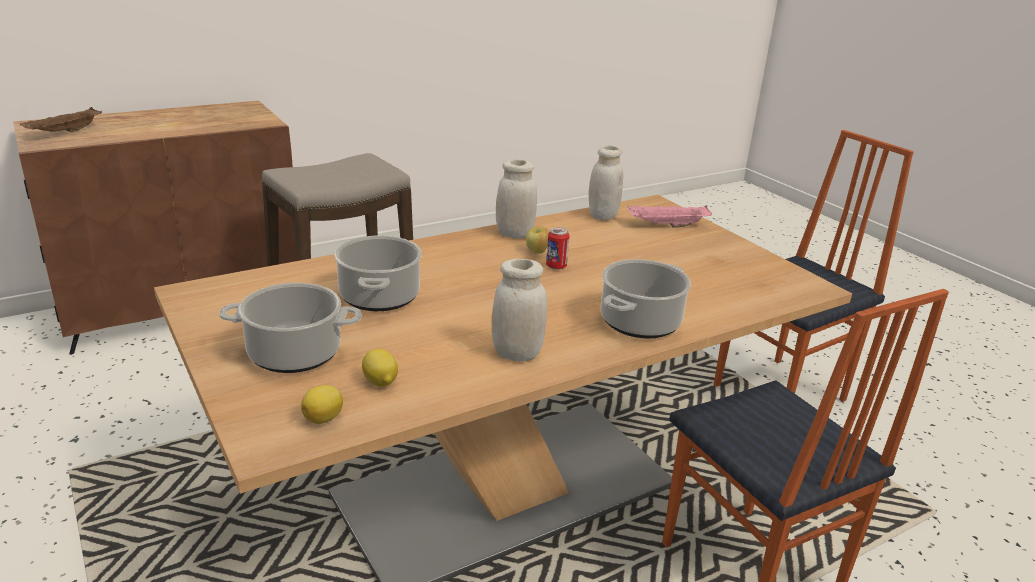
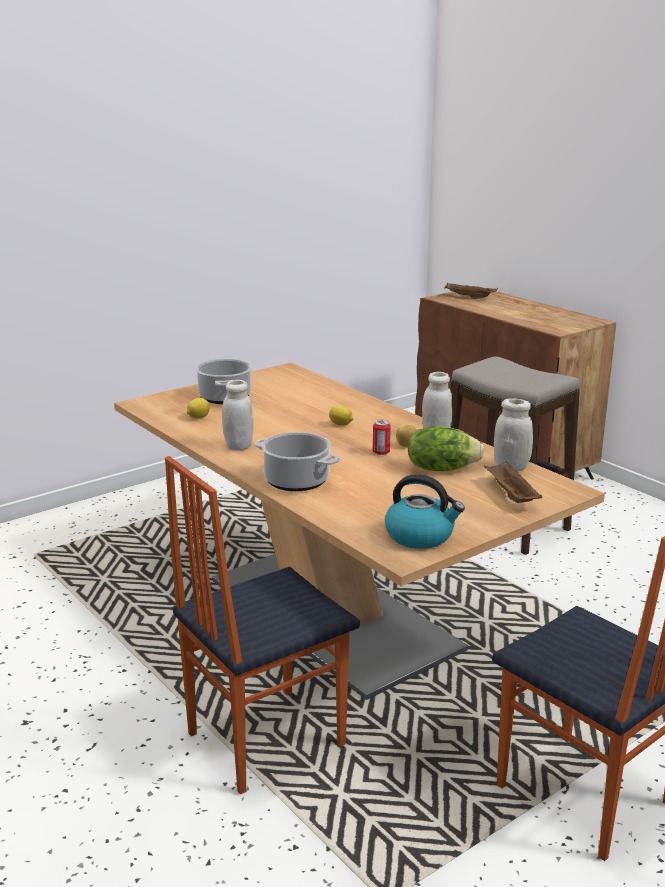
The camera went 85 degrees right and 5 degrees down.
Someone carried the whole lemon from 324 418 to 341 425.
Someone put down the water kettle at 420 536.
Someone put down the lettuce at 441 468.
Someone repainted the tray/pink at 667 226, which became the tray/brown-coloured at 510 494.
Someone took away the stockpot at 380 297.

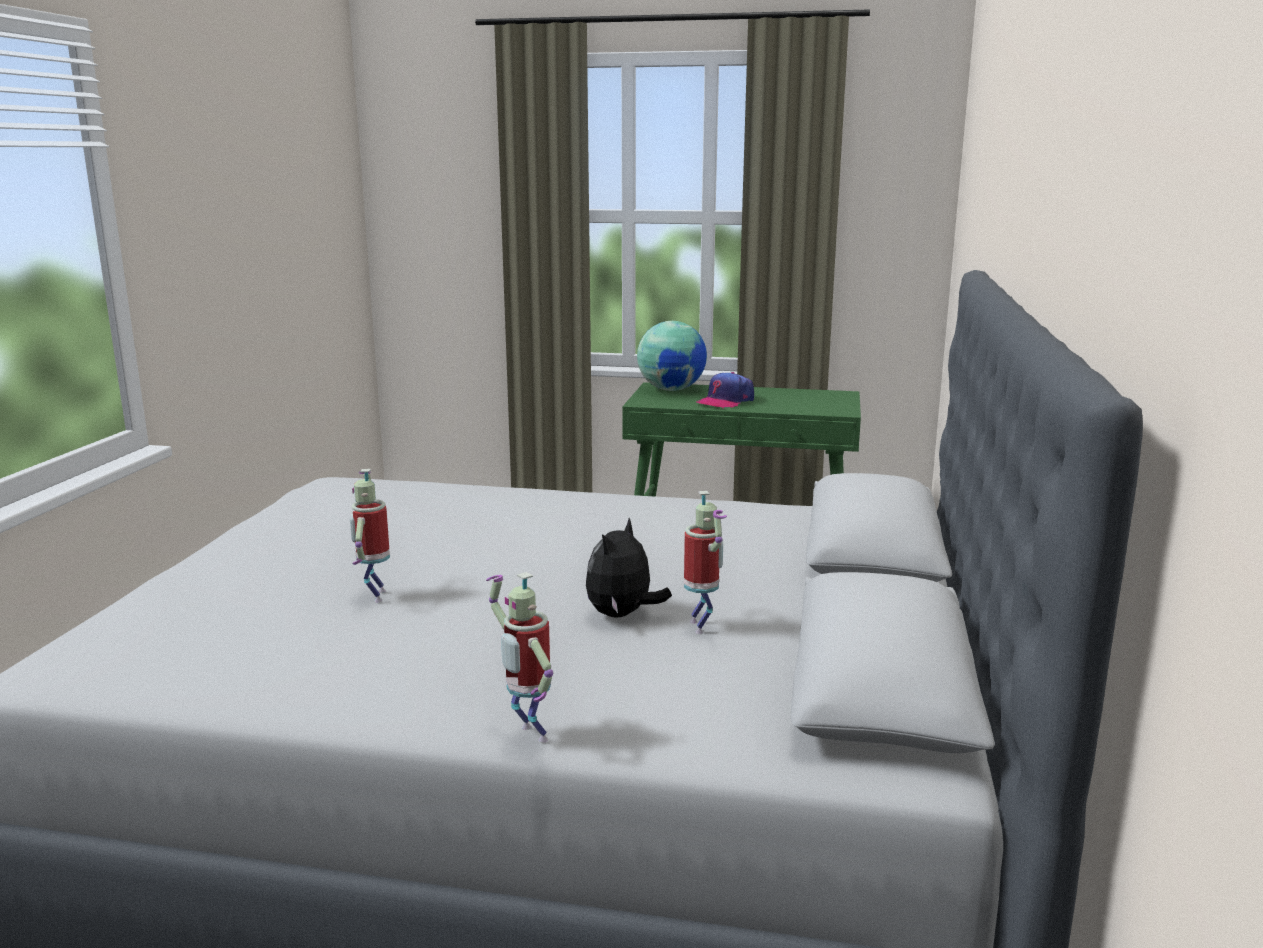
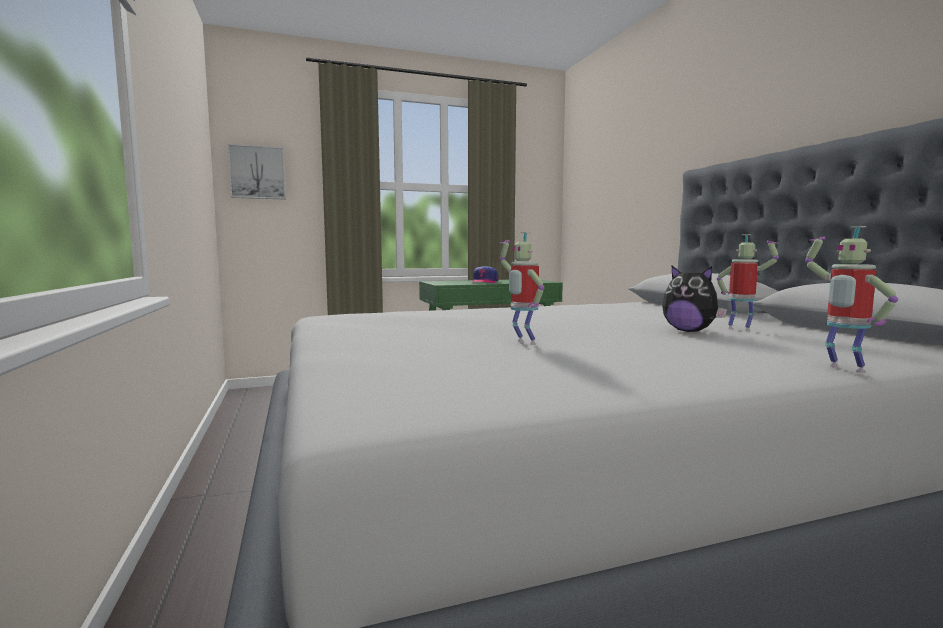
The camera went 30 degrees left and 10 degrees down.
Someone put up the wall picture at 257 172.
Someone rotated the plush toy at 622 615 by 45 degrees counterclockwise.
Someone rotated the model robot at 528 735 by 45 degrees clockwise.
Someone took away the world globe at 671 389.

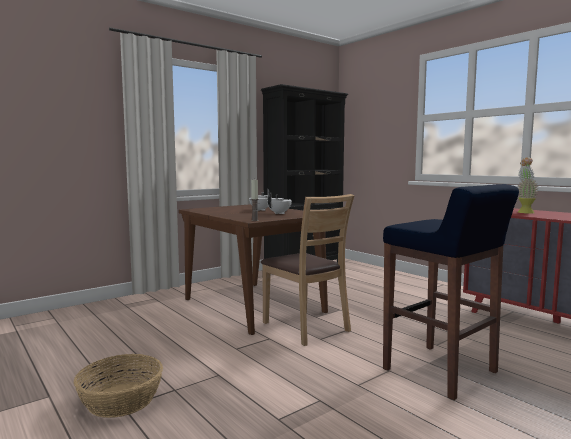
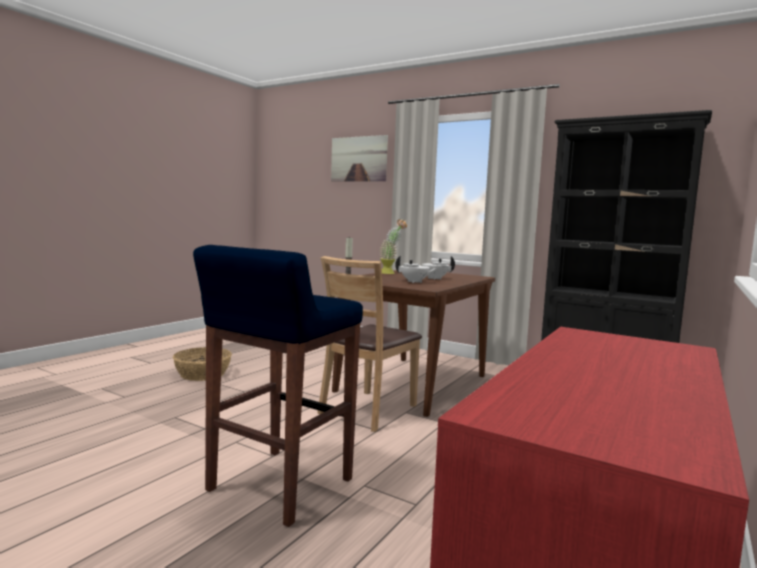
The camera went 70 degrees right and 0 degrees up.
Someone put up the wall picture at 359 159.
Someone carried the plant in a pot from 524 212 to 391 273.

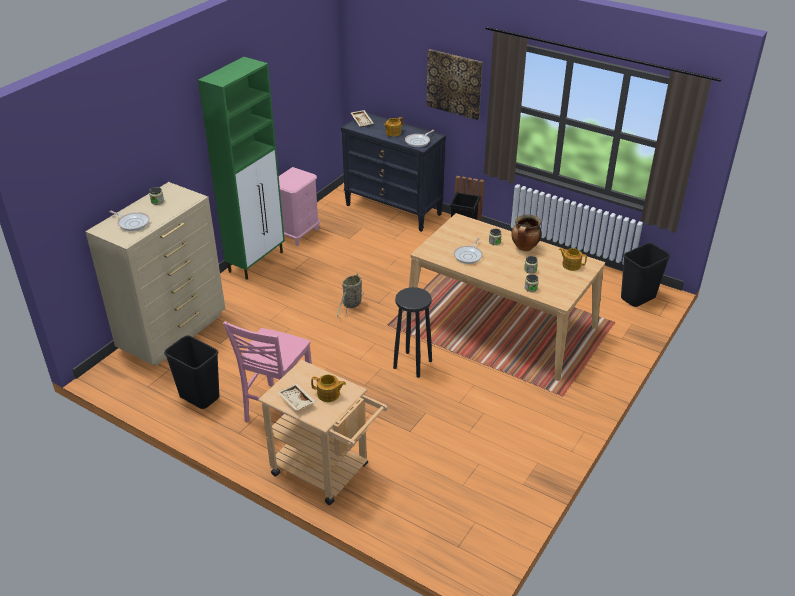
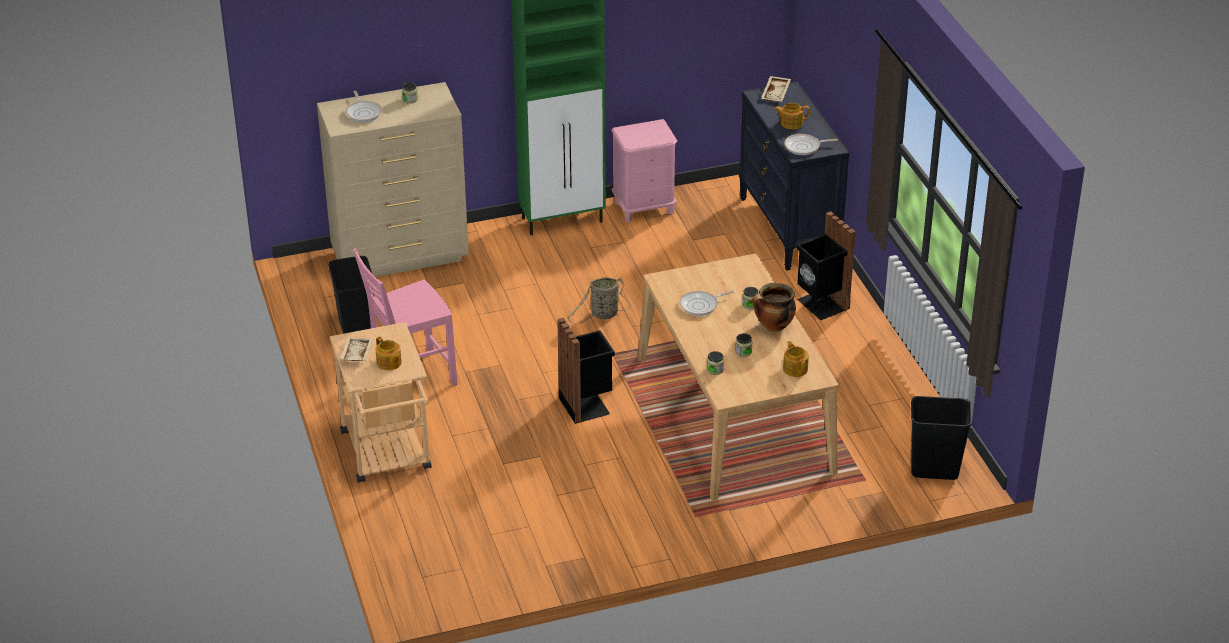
The camera went 40 degrees right and 0 degrees up.
Someone swapped the sitting stool/black at 412 364 for the waste bin/black at 586 405.
Someone took away the wall picture at 454 84.

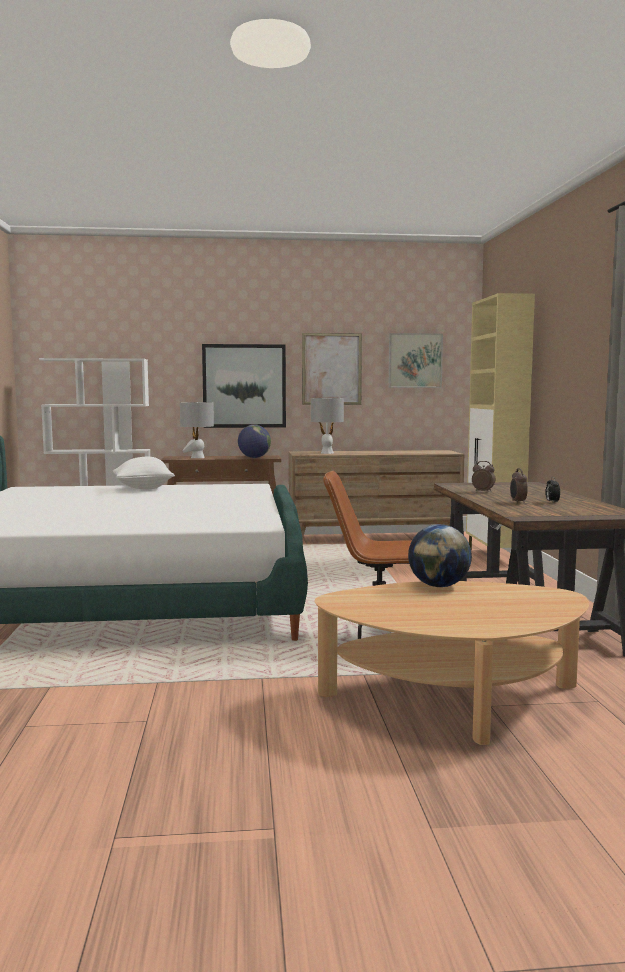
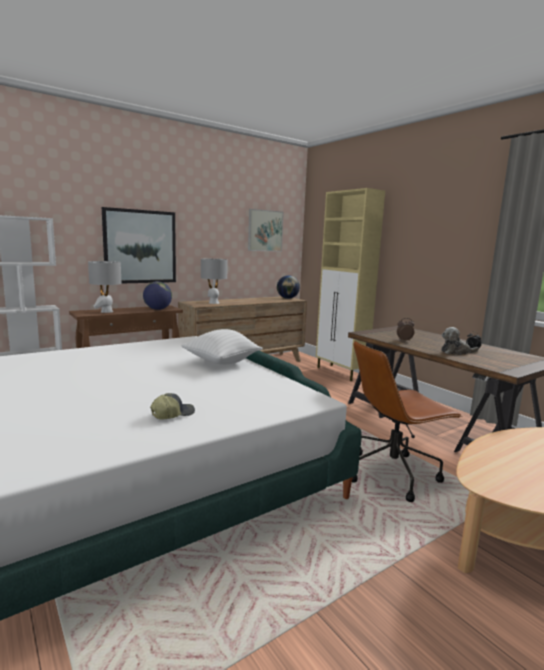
The camera went 30 degrees left and 5 degrees up.
Someone put down the cap at 172 414.
Someone carried the pillow/white-coloured from 143 489 to 221 363.
Someone carried the world globe from 439 586 to 287 298.
Someone swapped the alarm clock at 517 502 for the plush toy at 456 352.
Someone took away the wall picture at 331 369.

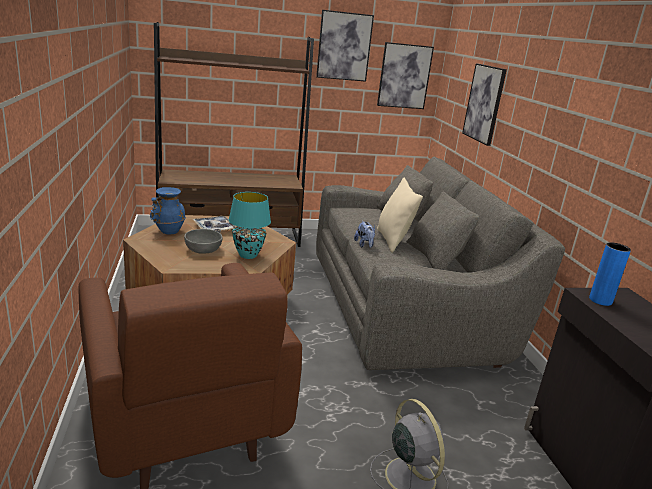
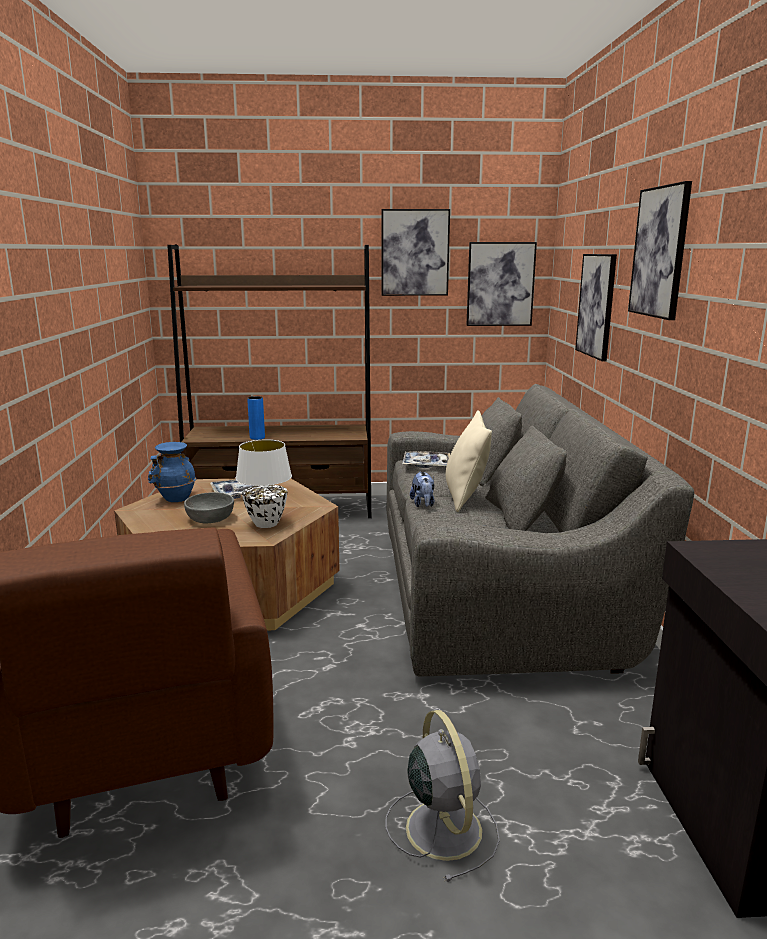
The camera went 10 degrees right and 5 degrees down.
Someone repainted the table lamp/turquoise at 247 255, which became the table lamp/white-coloured at 265 524.
Someone carried the vase/bluish from 600 300 to 257 438.
Someone put down the tray at 426 464.
Someone put up the wall picture at 660 252.

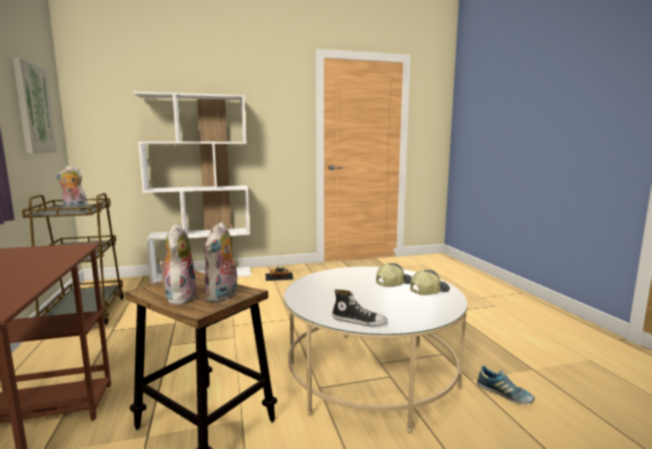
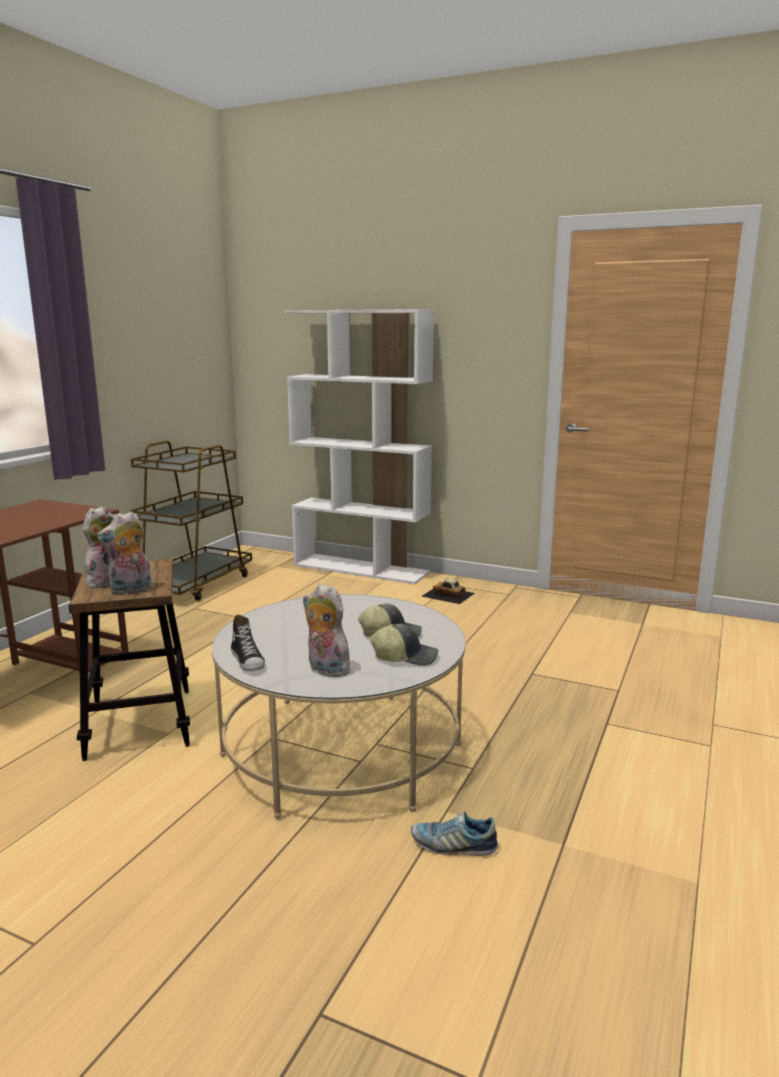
The camera went 40 degrees right and 5 degrees up.
Someone carried the plush toy from 74 209 to 325 670.
Someone rotated the low shoe at 504 394 by 105 degrees clockwise.
Someone took away the wall picture at 33 109.

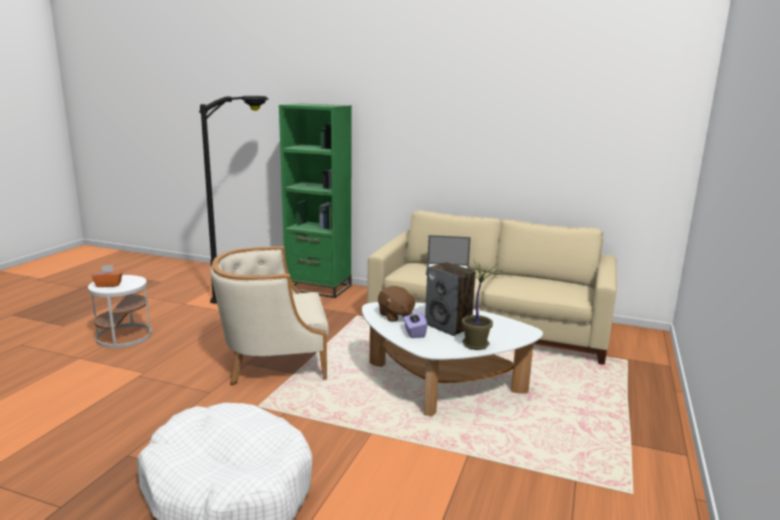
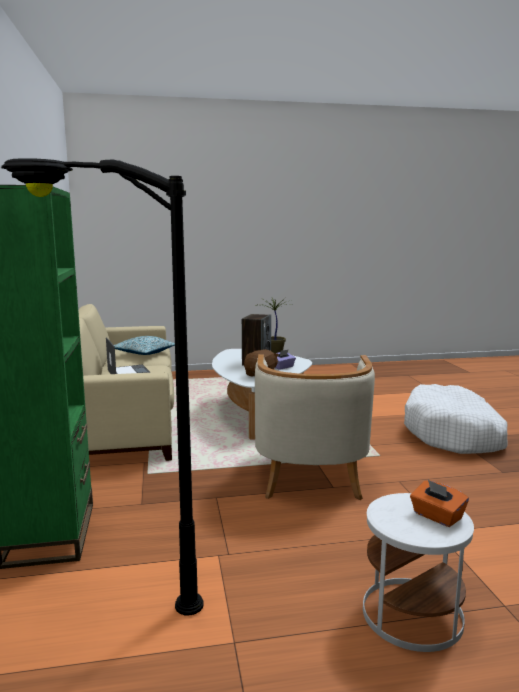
The camera went 120 degrees left and 5 degrees down.
Someone put down the pillow at 144 353.
Someone rotated the easy chair/beige-coloured at 274 362 by 45 degrees clockwise.

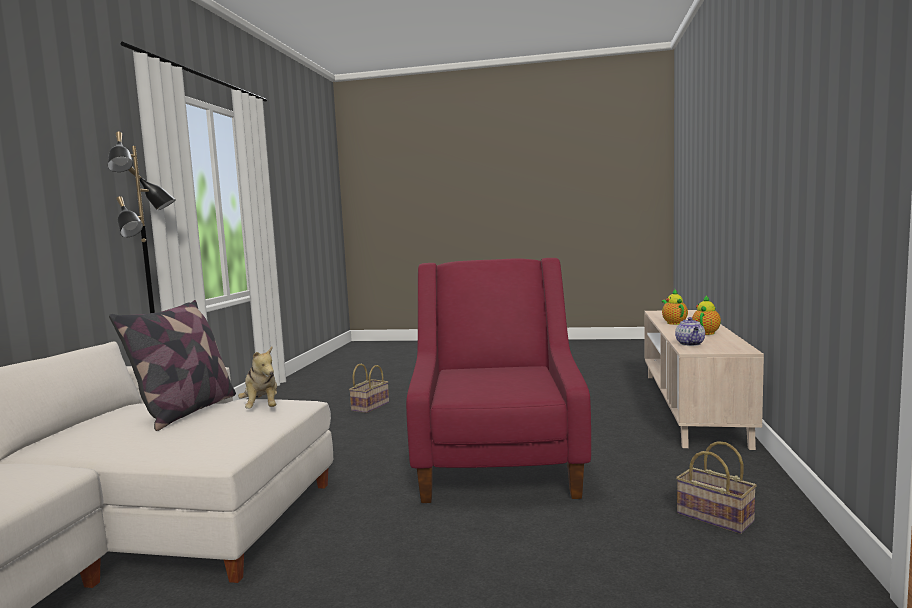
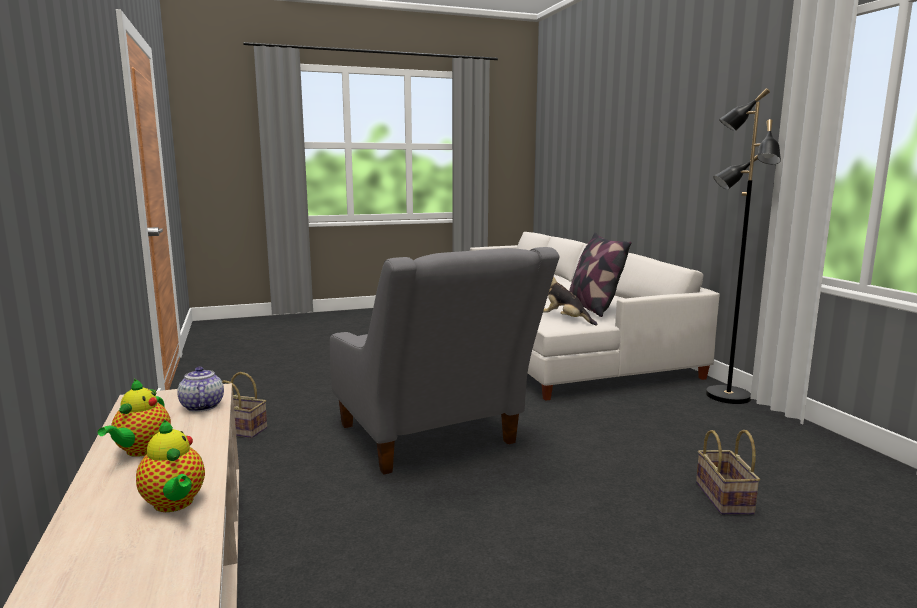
The camera went 150 degrees right and 5 degrees up.
Someone repainted the easy chair/red at 498 465, which became the easy chair/grey at 432 440.

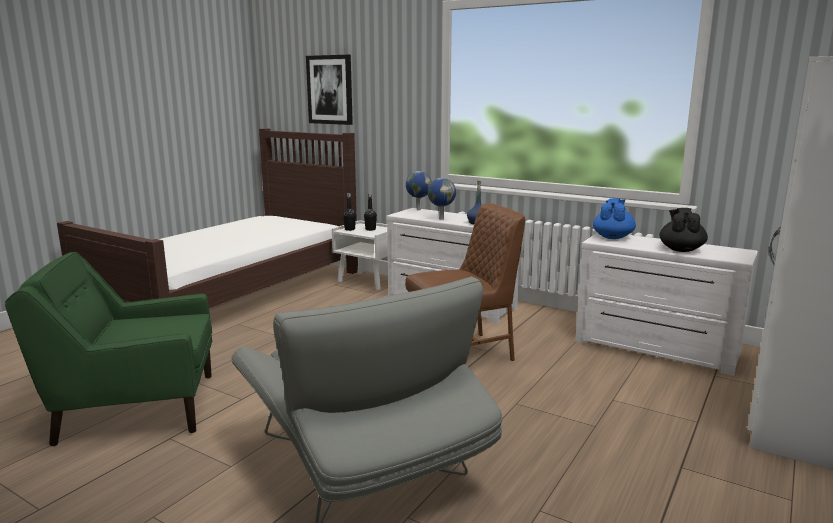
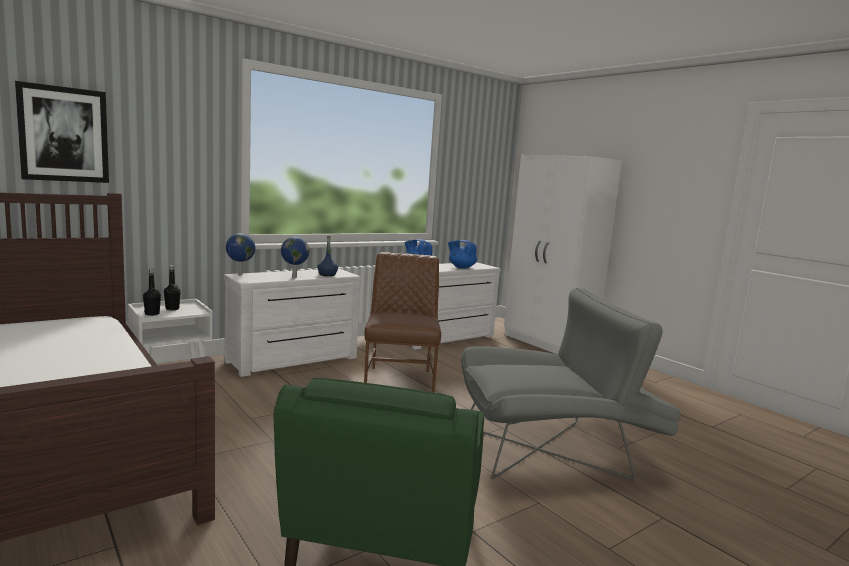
The camera went 70 degrees left and 5 degrees down.
Someone repainted the teapot/black at 681 249, which became the teapot/bluish at 461 267.

